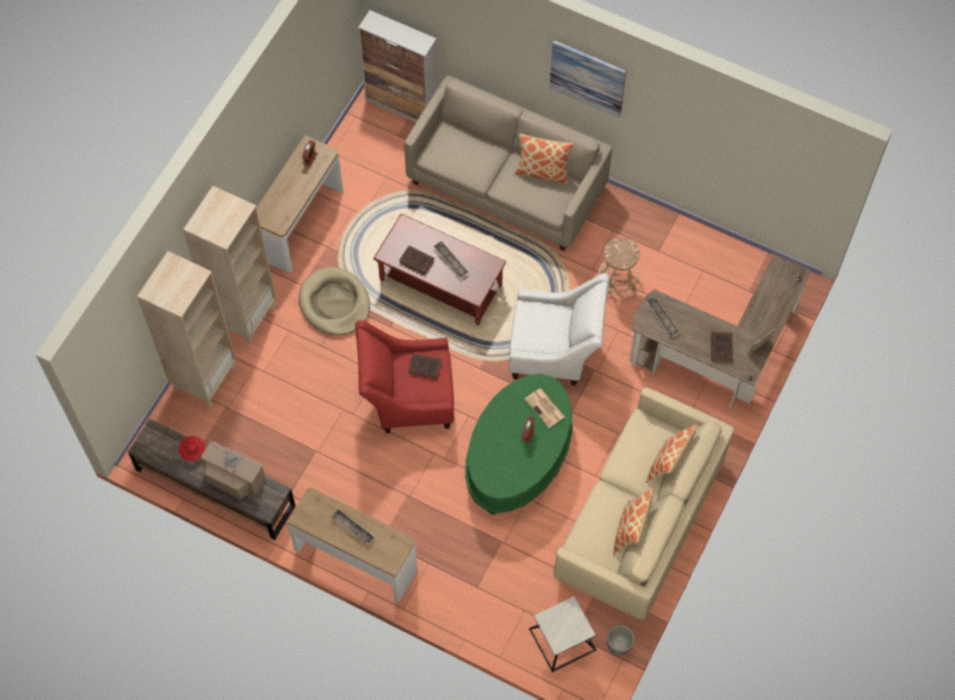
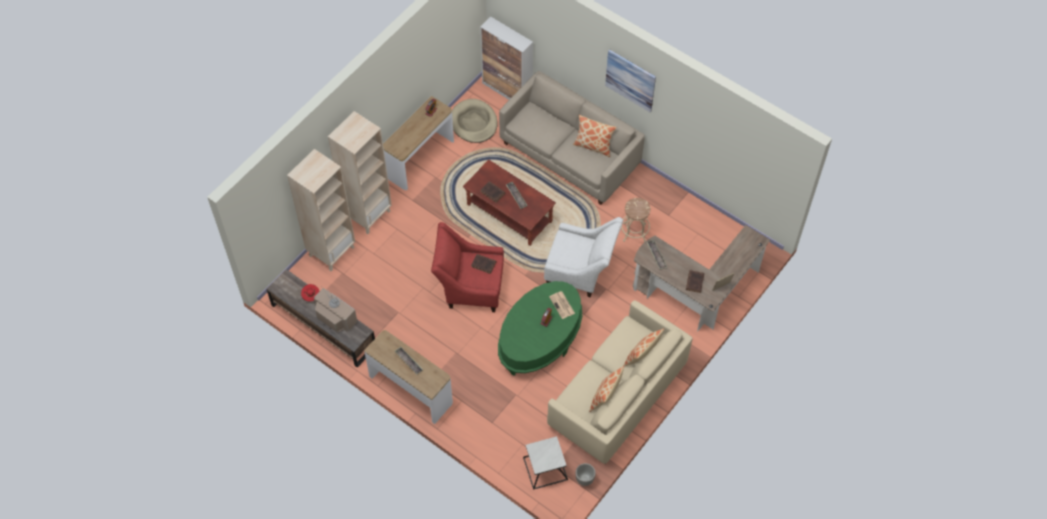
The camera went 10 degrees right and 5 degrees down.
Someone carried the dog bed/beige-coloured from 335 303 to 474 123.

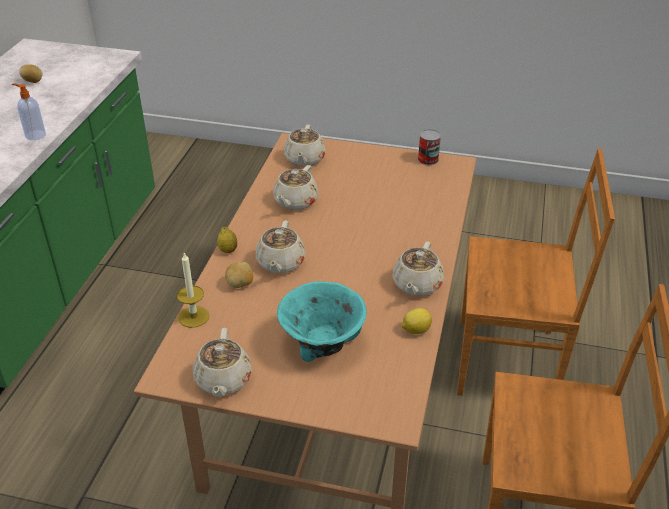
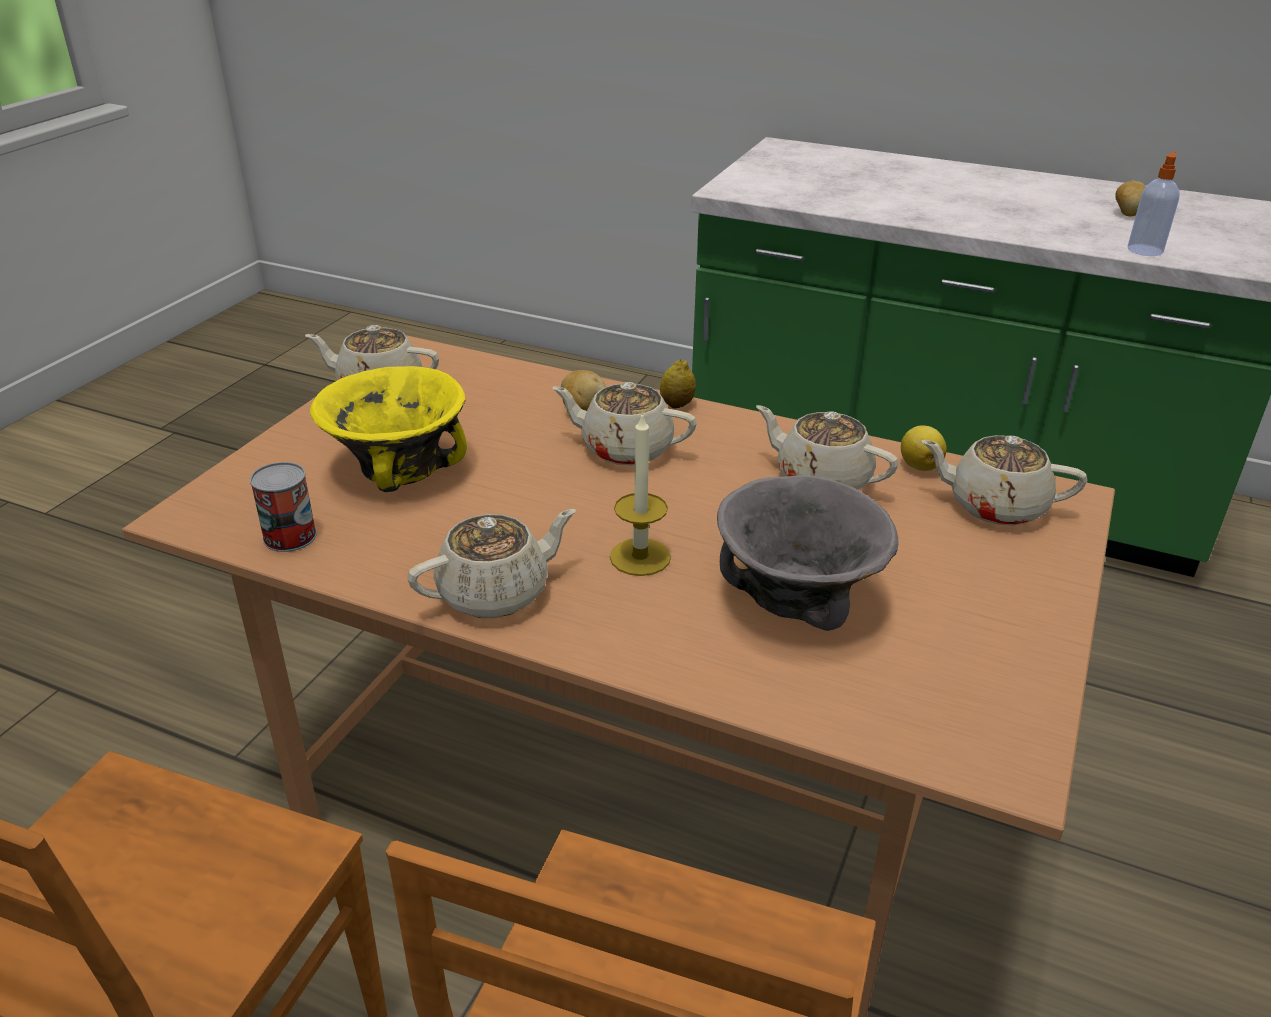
The camera went 100 degrees right and 5 degrees down.
Someone carried the sealed can from 428 159 to 290 536.
Someone repainted the serving bowl/turquoise at 322 343, which became the serving bowl/yellowish at 399 468.
Someone rotated the teapot/beige-coloured at 416 285 by 120 degrees clockwise.
Someone carried the wax light from 193 317 to 640 557.
Someone put down the serving bowl/grey at 795 599.
Someone carried the whole lemon from 415 330 to 919 465.
Someone carried the liquid soap bottle from 34 135 to 1145 250.

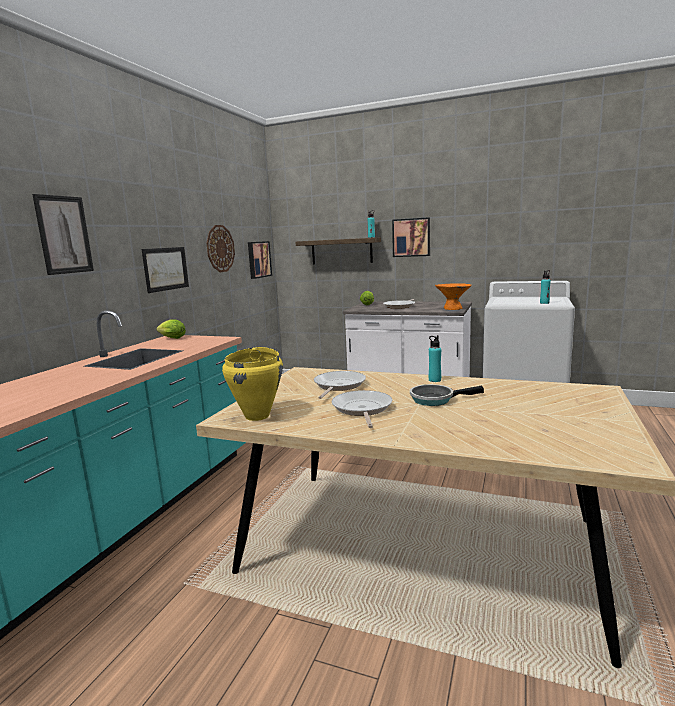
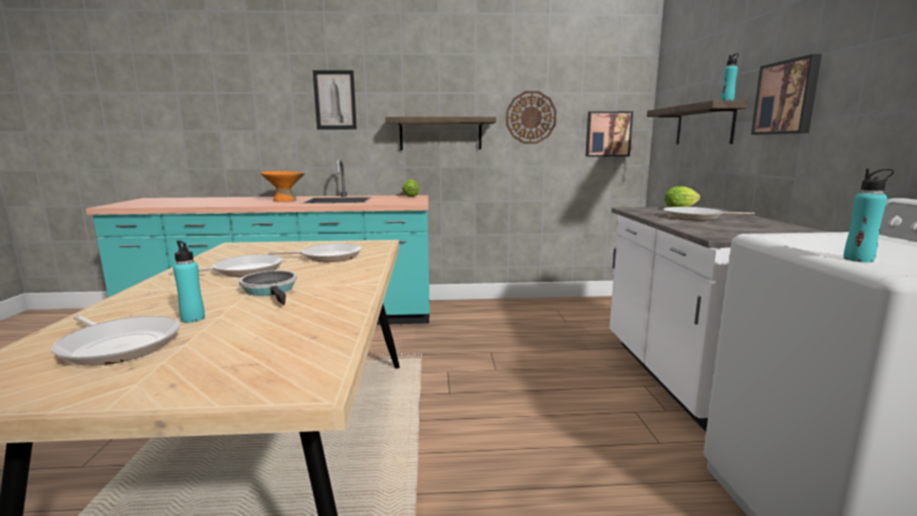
The camera went 65 degrees right and 0 degrees up.
Someone put down the pan at 119 345.
Someone carried the bottle/turquoise from 434 380 to 193 318.
Someone carried the serving bowl/orange-coloured from 452 308 to 284 200.
Someone swapped the wall picture at 166 269 for the shelf at 440 134.
Someone took away the stockpot/yellowish at 258 416.

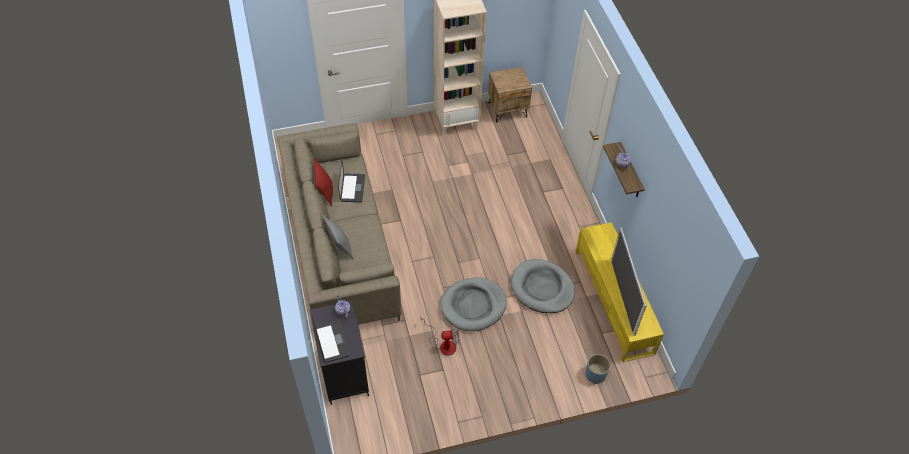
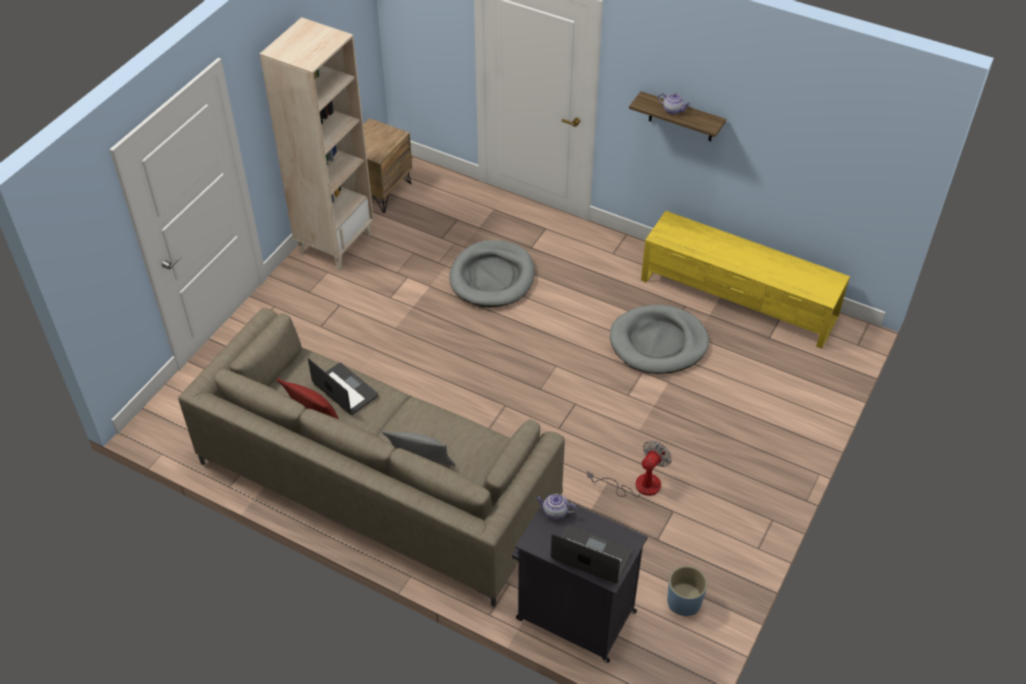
The camera went 45 degrees left and 5 degrees down.
Someone carried the dog bed/grey from 473 306 to 492 277.
Someone carried the flower pot/bluish from 595 374 to 683 602.
Someone took away the TV at 622 296.

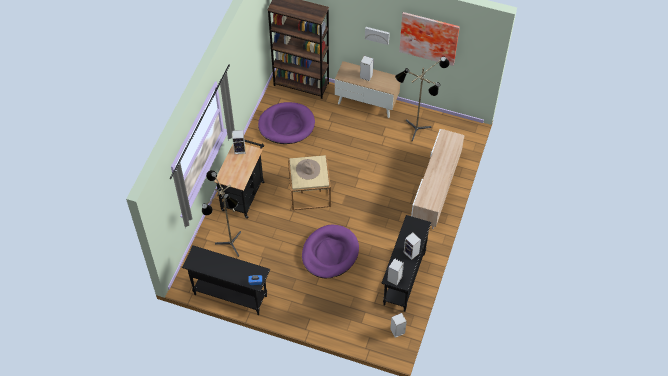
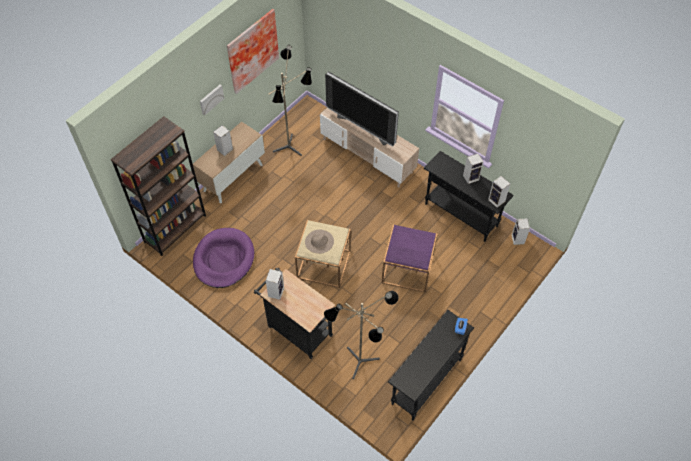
The camera went 70 degrees left and 0 degrees up.
Someone put down the TV at 363 128.
Someone swapped the dog bed/purple at 330 253 for the side table/purple at 407 269.

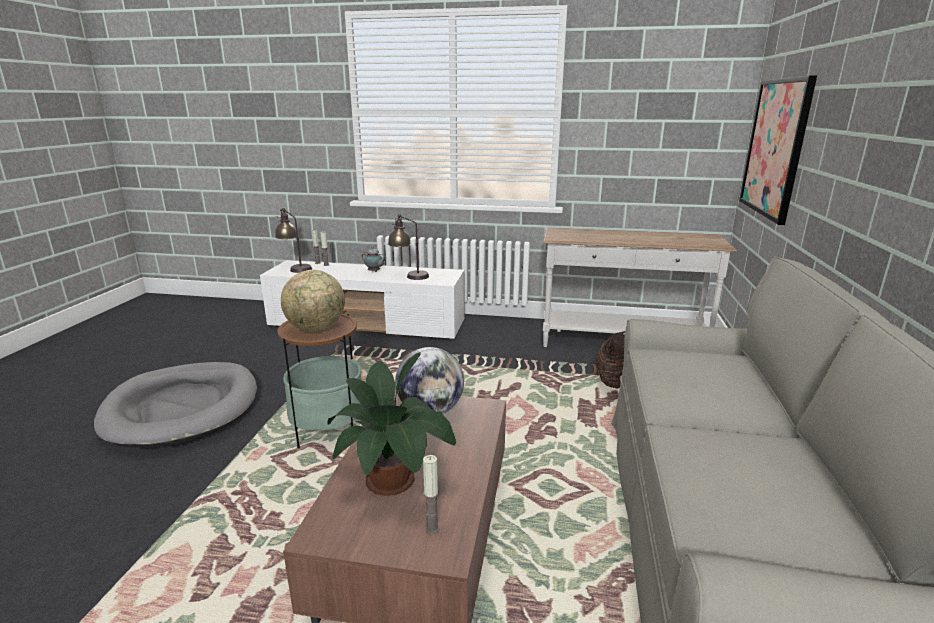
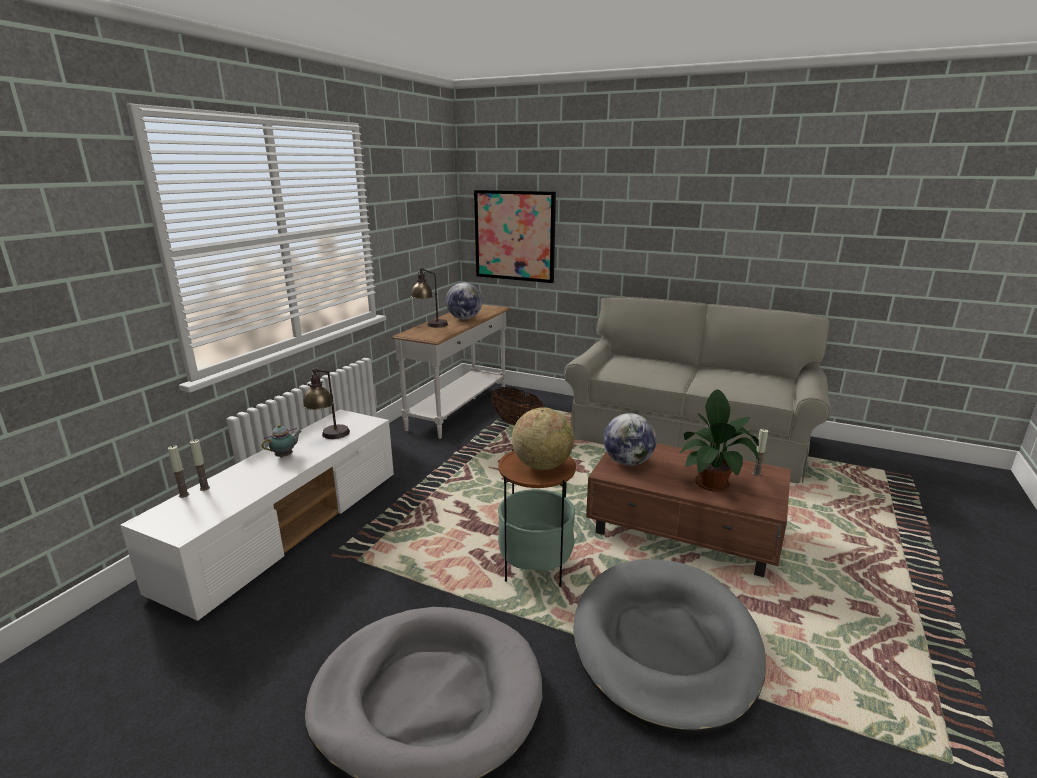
The camera went 75 degrees left and 0 degrees up.
Someone carried the table lamp from 295 268 to 430 326.
Someone put down the world globe at 464 318.
Someone put down the dog bed/grey at 665 644.

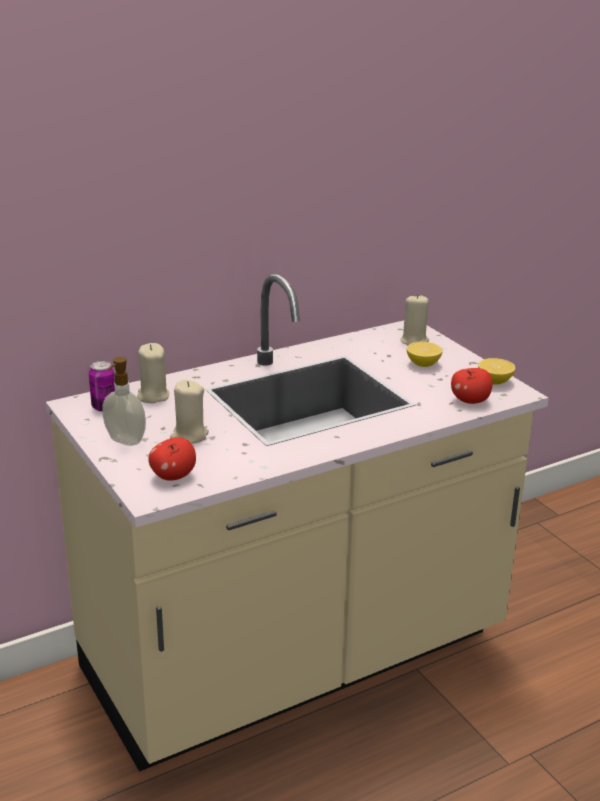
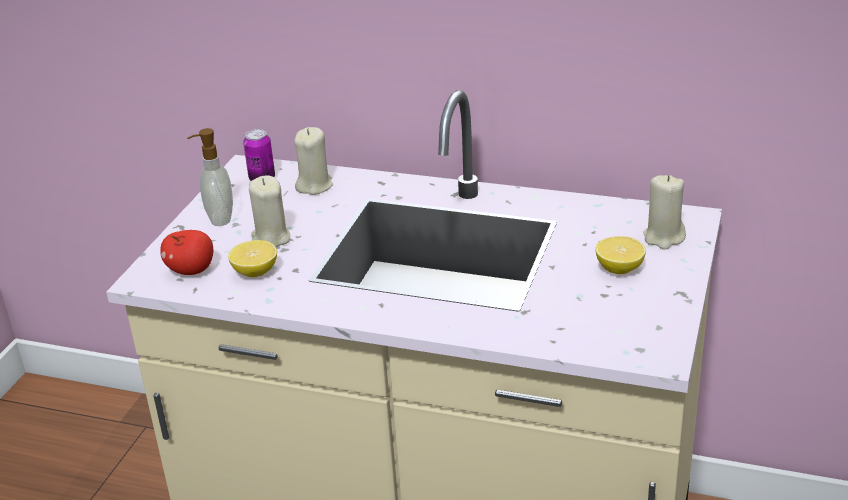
The camera went 50 degrees right and 5 degrees up.
Someone carried the whole lemon from 495 381 to 255 272.
Someone took away the apple at 470 401.

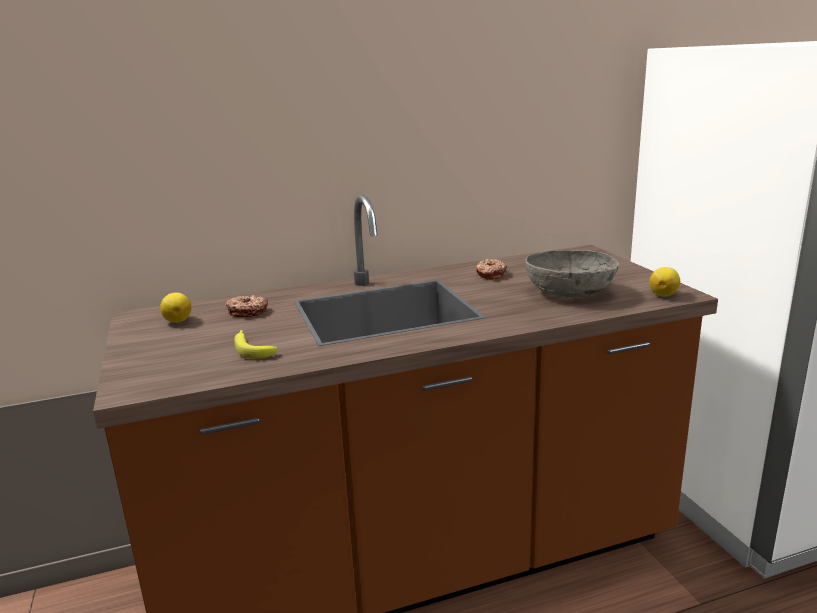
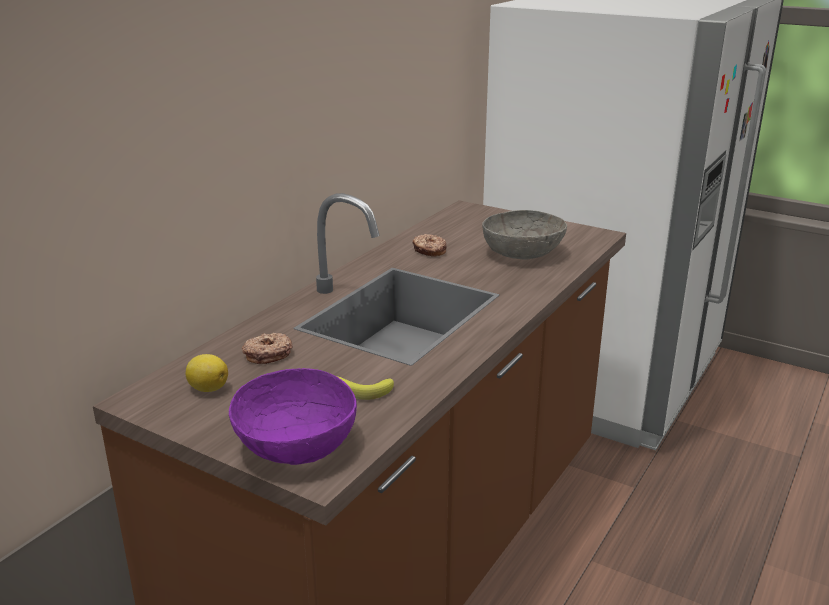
The camera went 40 degrees left and 5 degrees up.
Someone put down the serving bowl/purple at 296 444.
Someone took away the whole lemon at 664 295.

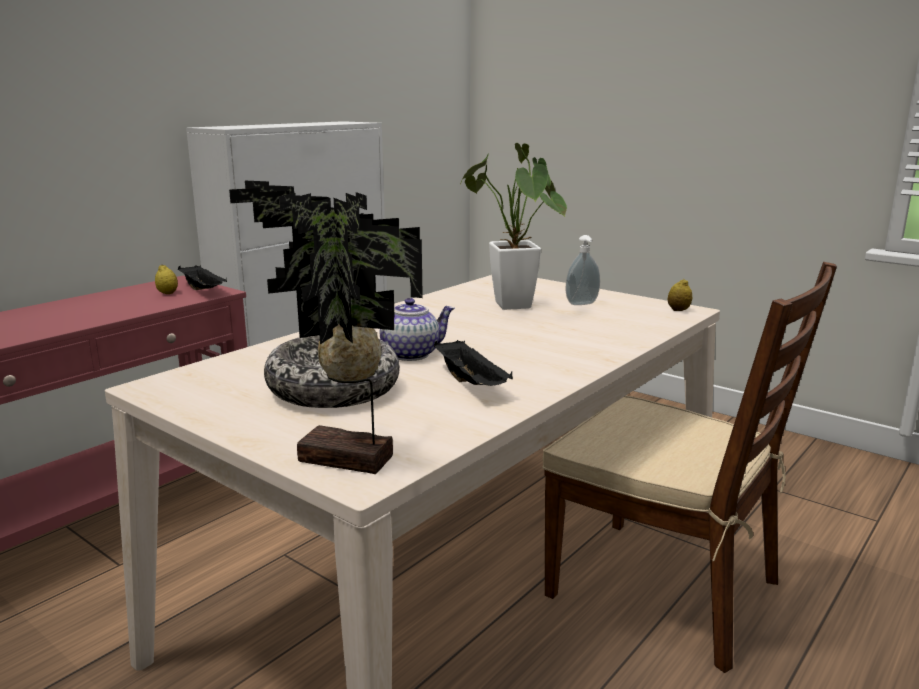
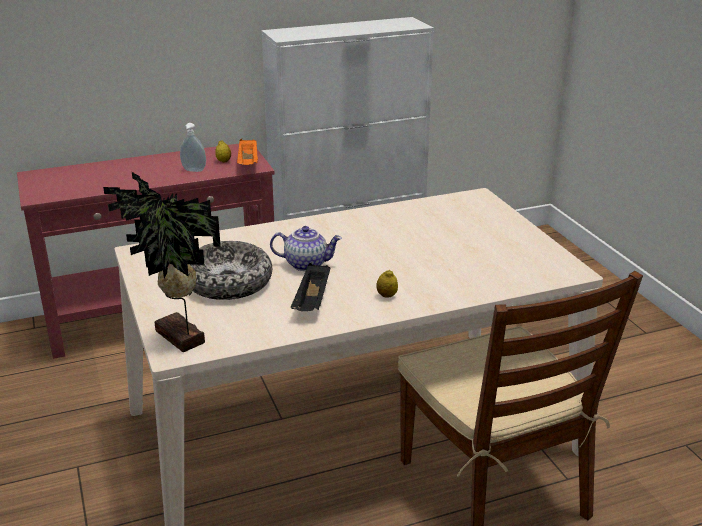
The camera went 30 degrees right and 10 degrees up.
Someone carried the liquid soap bottle from 582 304 to 193 171.
Someone repainted the tray/black at 203 290, which became the tray/orange-coloured at 248 163.
Someone carried the whole lemon from 678 310 to 387 296.
Someone took away the plant in a pot at 515 308.

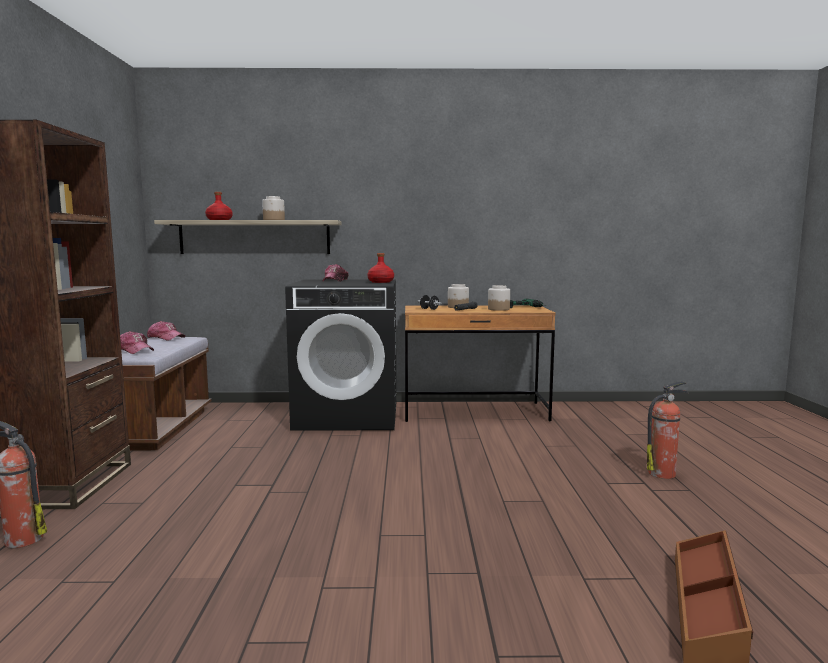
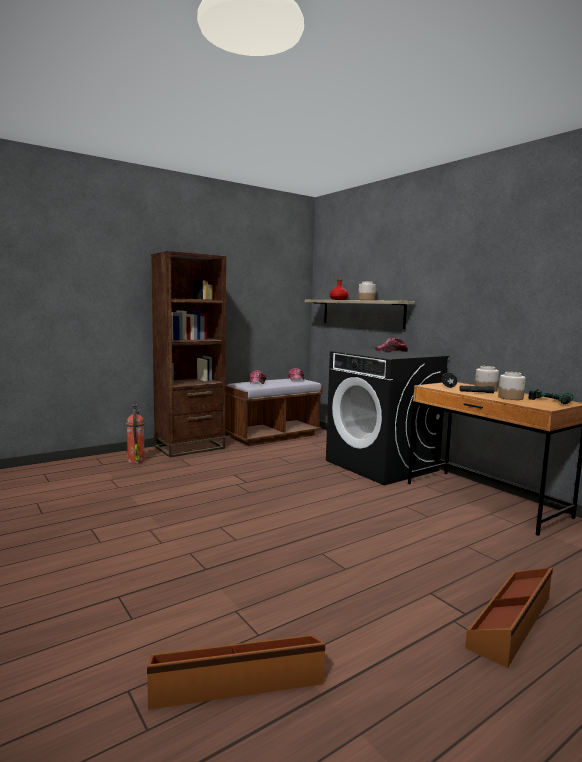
The camera went 55 degrees right and 0 degrees up.
Someone swapped the extinguisher at 663 473 for the storage bin/brown-coloured at 512 622.
Someone took away the bottle/red at 381 282.

